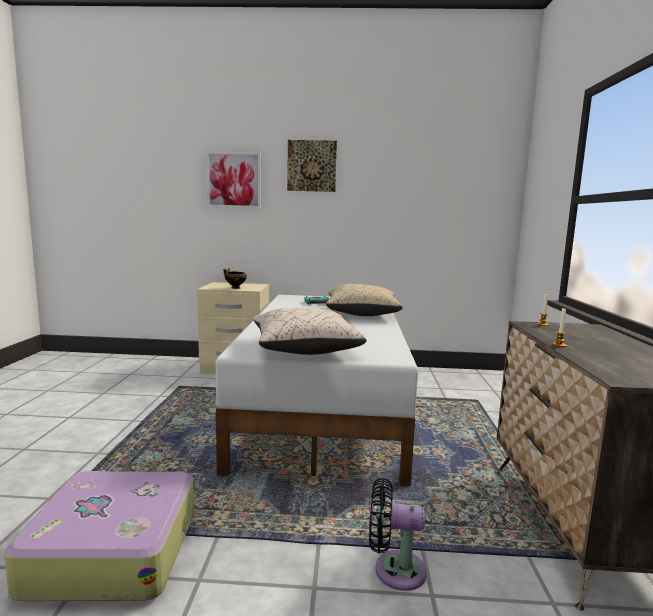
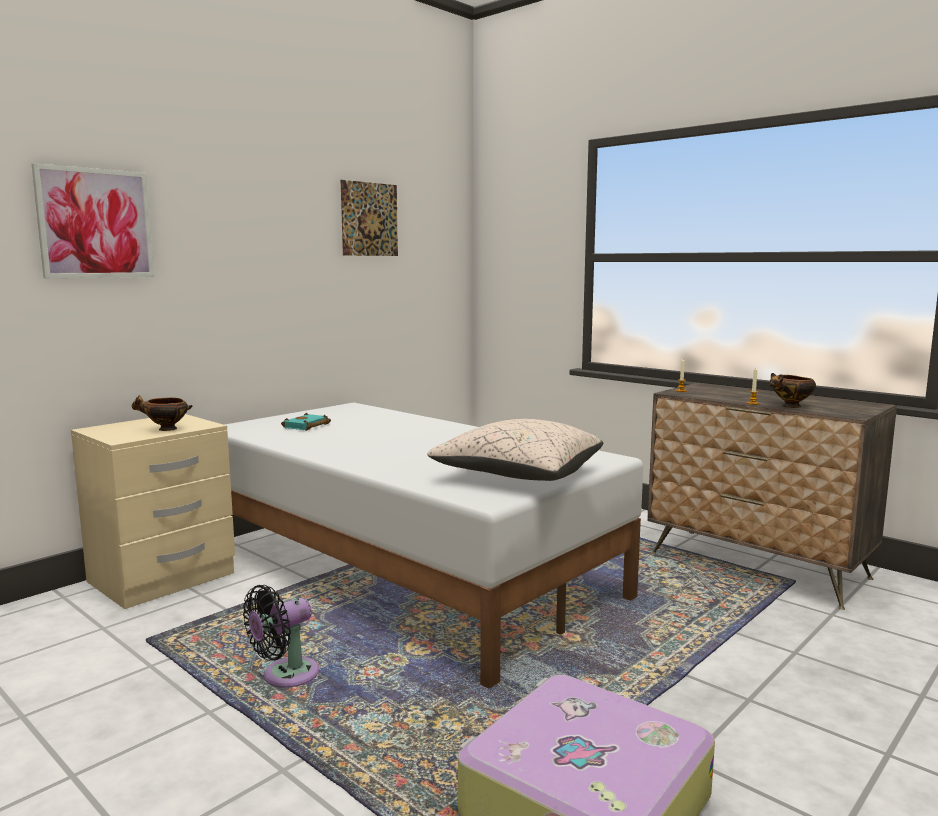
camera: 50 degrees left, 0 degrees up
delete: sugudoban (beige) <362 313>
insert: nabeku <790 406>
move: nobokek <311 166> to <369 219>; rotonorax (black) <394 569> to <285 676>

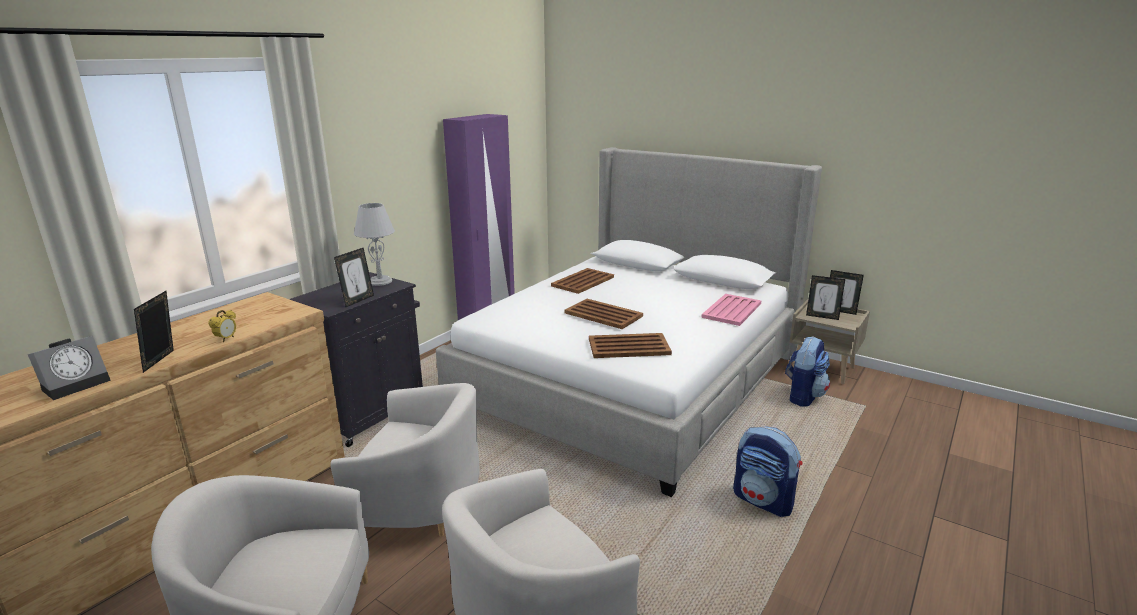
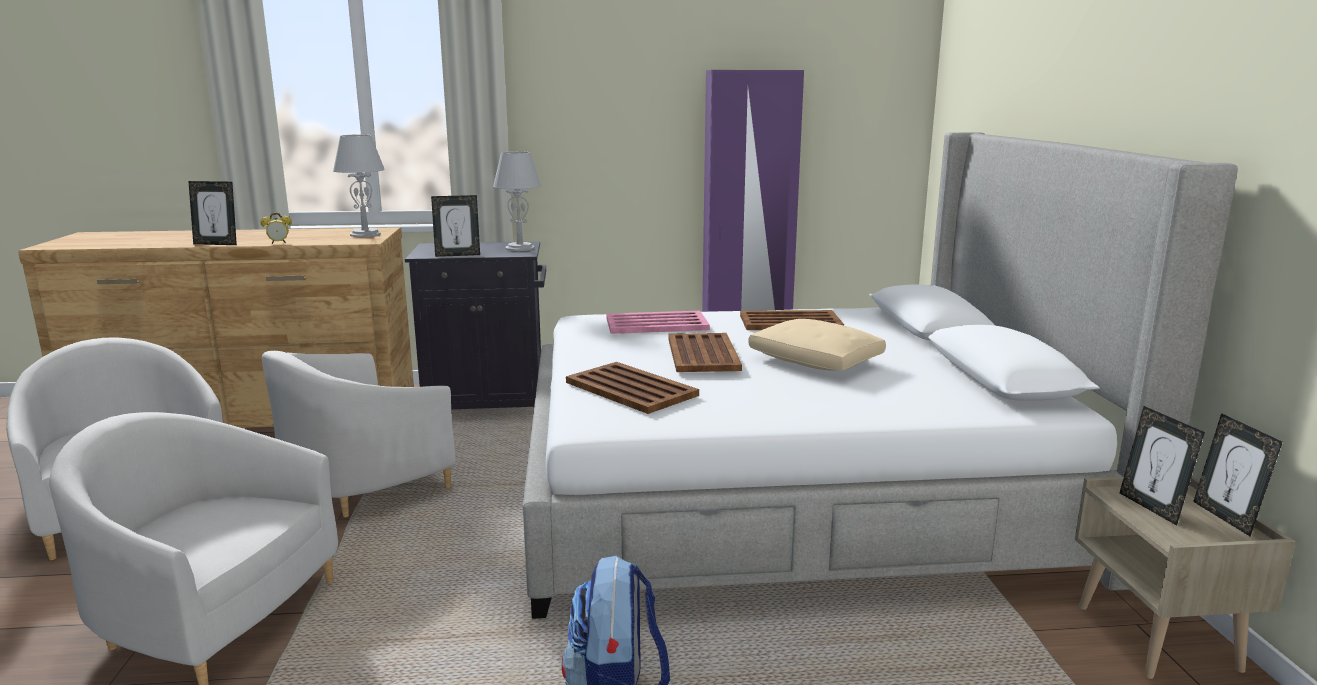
camera: 50 degrees right, 5 degrees down
delete: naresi <77 383>; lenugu <803 396>
insert: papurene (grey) <365 234>; sugudoban (beige) <816 361>
move: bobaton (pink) <732 310> to <658 324>
rotate: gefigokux <162 361> = <217 244> 135 degrees counterclockwise; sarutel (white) <420 504> = <363 485> 75 degrees clockwise

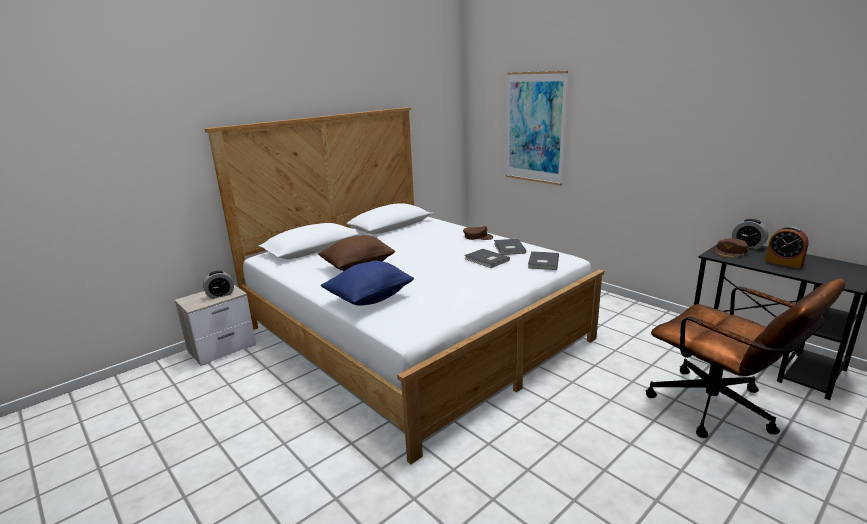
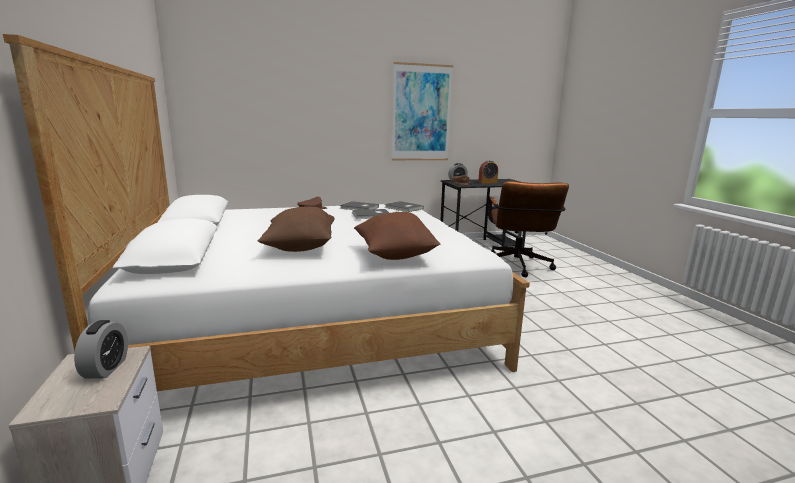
camera: 65 degrees left, 5 degrees down
move: nobokek <535 128> to <421 113>
recolor: sugudoban (blue) <369 299> to sugudoban (brown) <394 255>
rotate: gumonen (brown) <721 411> = <517 267> 105 degrees clockwise

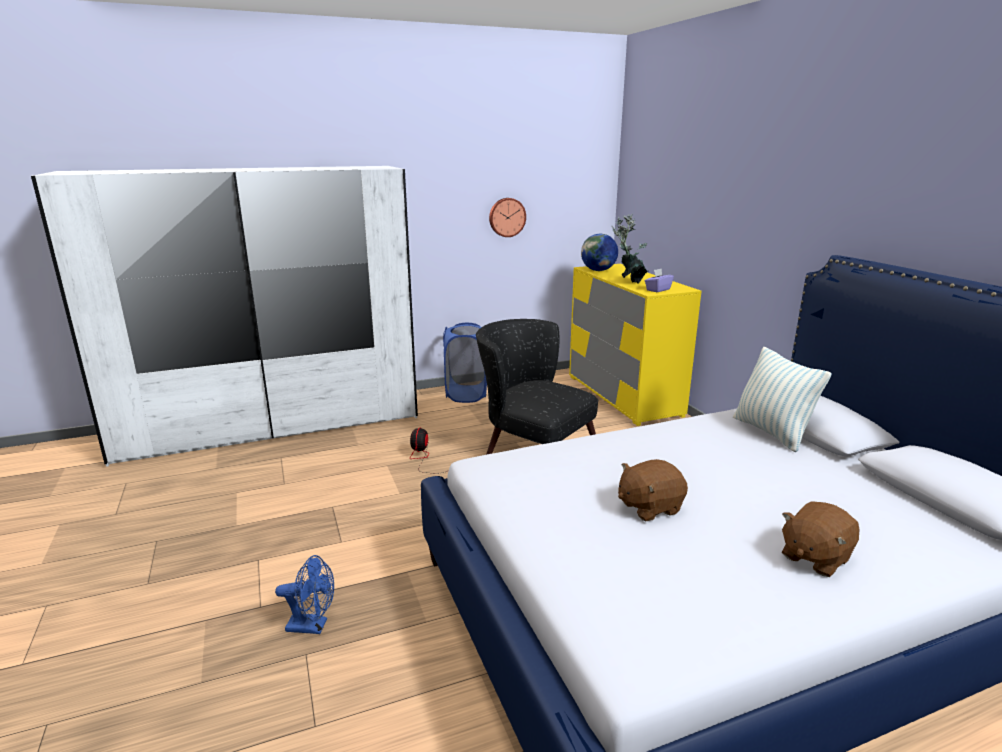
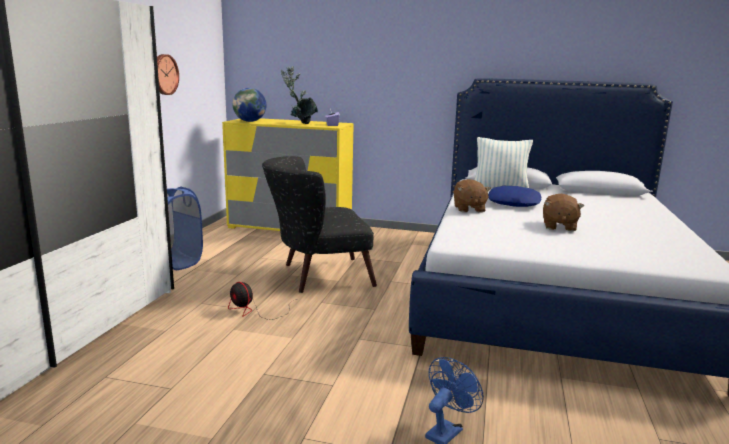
camera: 55 degrees left, 5 degrees down
insert: sugudoban (blue) <514 203>
move: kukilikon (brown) <814 557> to <469 209>

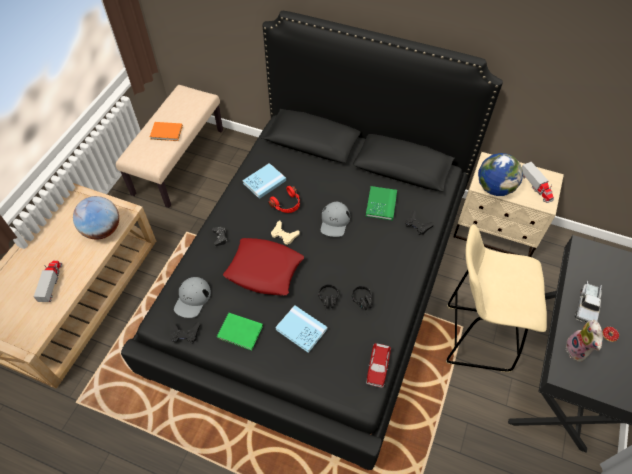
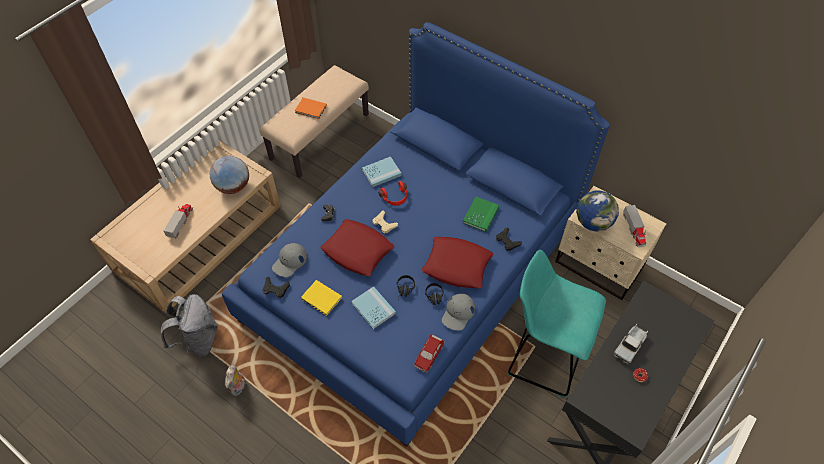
camera: 15 degrees right, 0 degrees up
insert: lenugu (grey) <198 340>; sugudoban (red) <457 265>
move: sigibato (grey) <334 221> to <458 313>; kukilikon <578 350> to <239 387>
recolor: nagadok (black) <315 280> to nagadok (blue) <411 273>; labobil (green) <241 333> to labobil (yellow) <322 299>; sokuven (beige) <474 337> to sokuven (turquoise) <542 358>

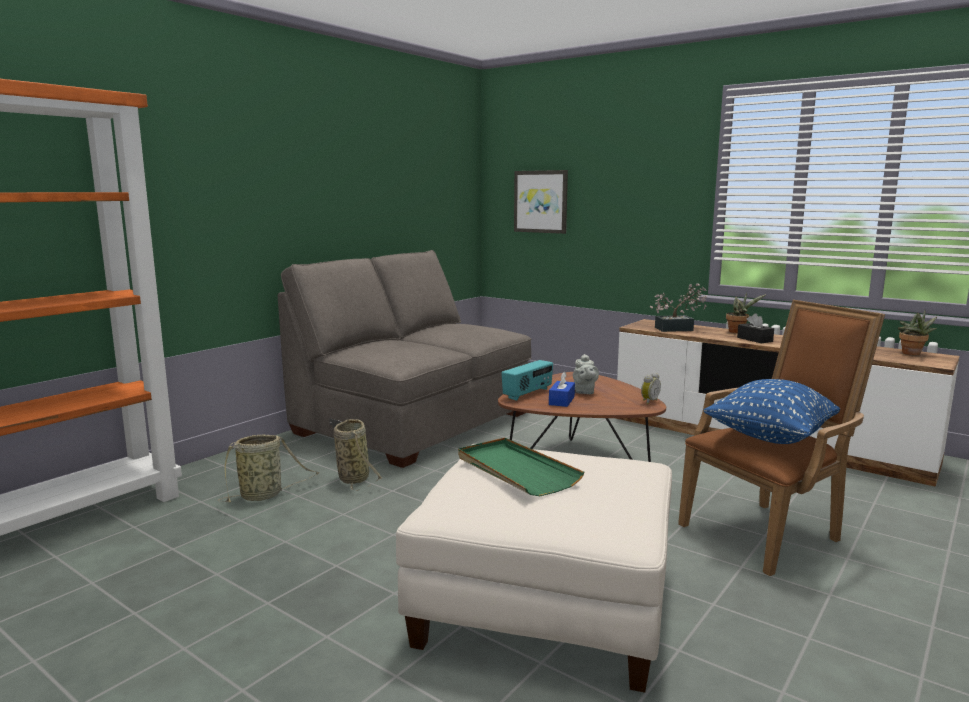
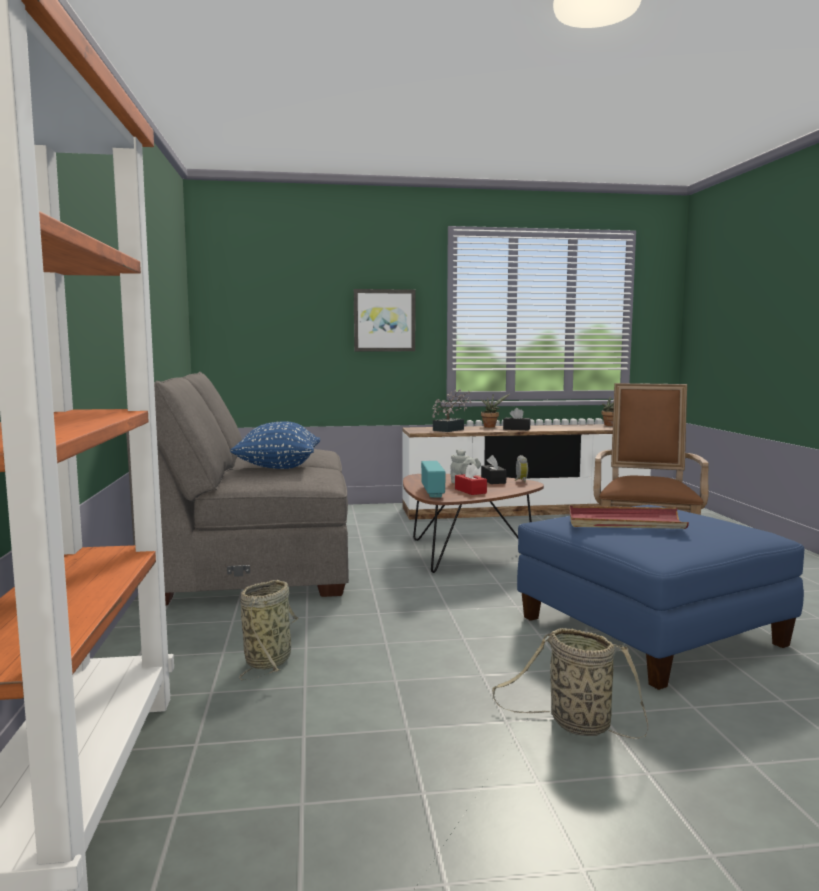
camera: 45 degrees left, 5 degrees down
insert: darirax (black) <493 481>
move: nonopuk <353 477> to <575 724>; nobokek <541 201> to <384 320>; sugudoban (blue) <770 437> to <278 467>
recolor: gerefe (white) <544 602> to gerefe (blue) <650 631>; bobaton (green) <516 470> to bobaton (red) <624 522>; darirax (blue) <561 401> to darirax (red) <470 491>

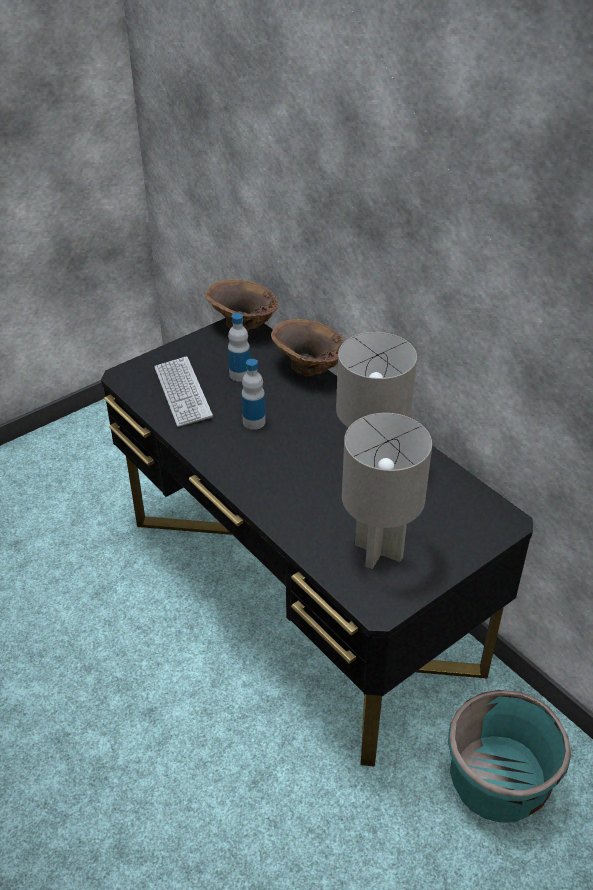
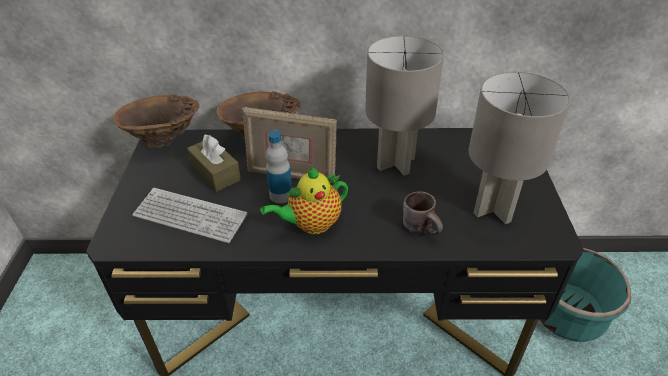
camera: 50 degrees left, 0 degrees up
insert: gefigokux <292 175>; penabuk <311 224>; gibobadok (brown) <423 227>
replace: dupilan <240 374> to darirax (brown) <215 173>

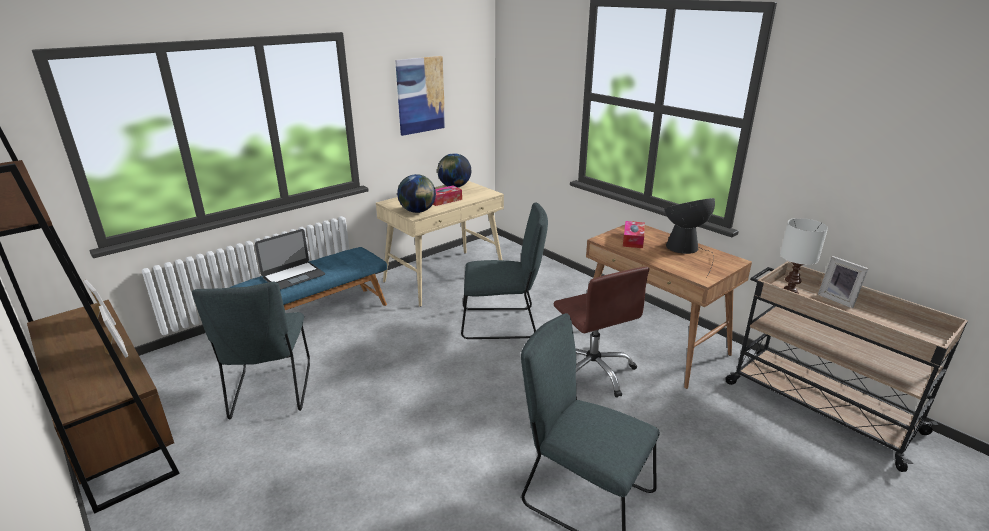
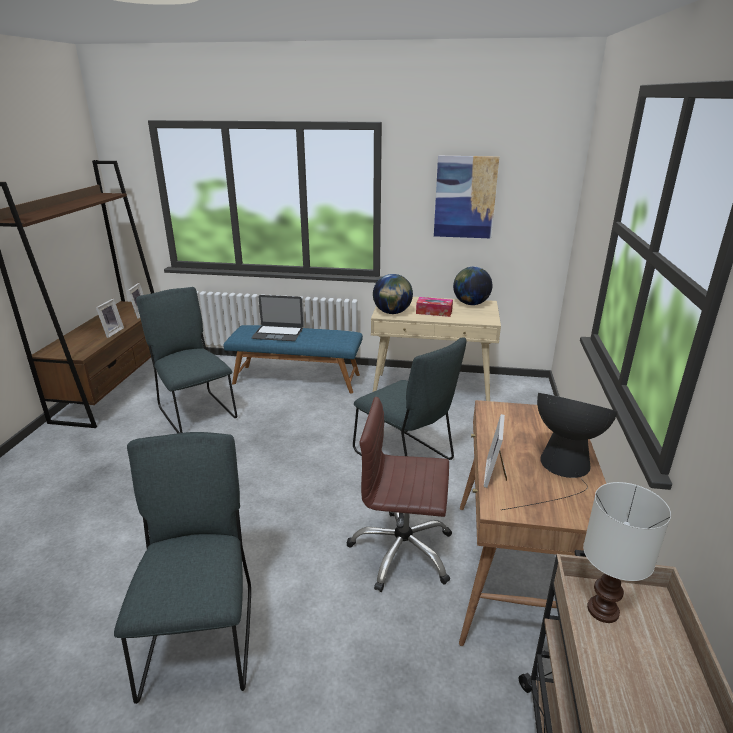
camera: 50 degrees right, 0 degrees up
delete: darirax <633 240>
move: gefigokux <838 299> to <496 474>
rotate: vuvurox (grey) <271 393> = <195 411> 105 degrees clockwise; gumonen (brown) <592 371> = <402 552> 75 degrees clockwise

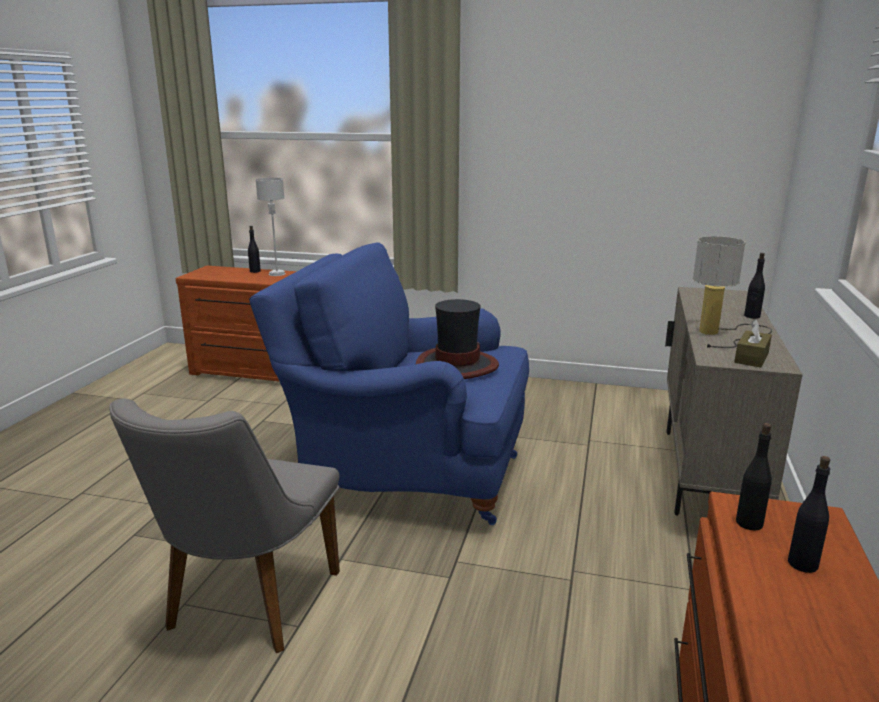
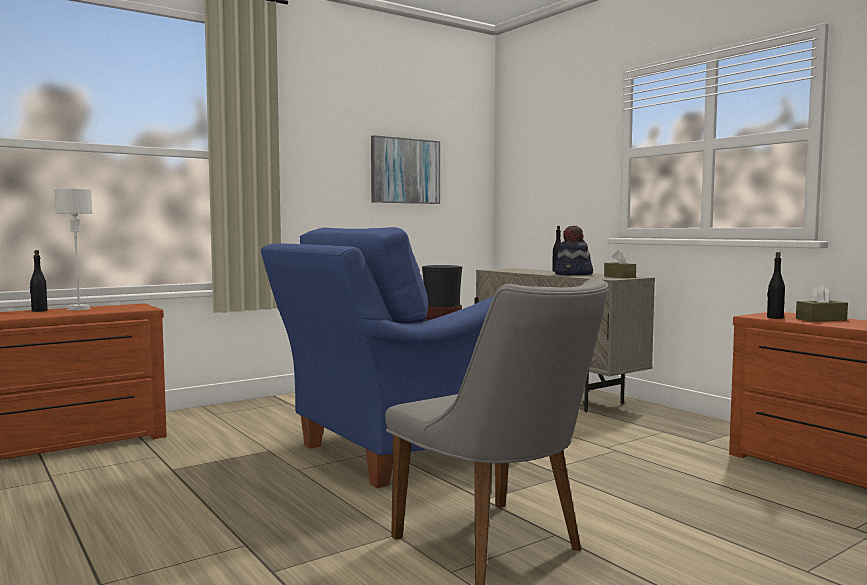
camera: 50 degrees left, 15 degrees down
insert: nobokek <405 171>
replace: papurene <722 333> to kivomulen <574 274>; dupilan (black) <802 564> to darirax (brown) <821 319>

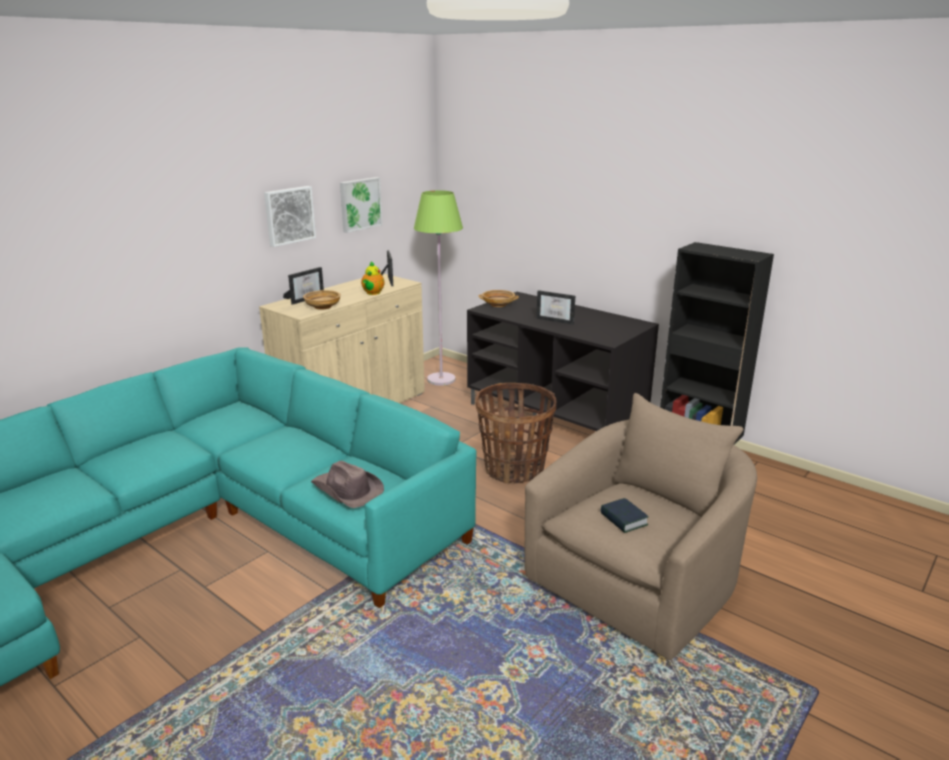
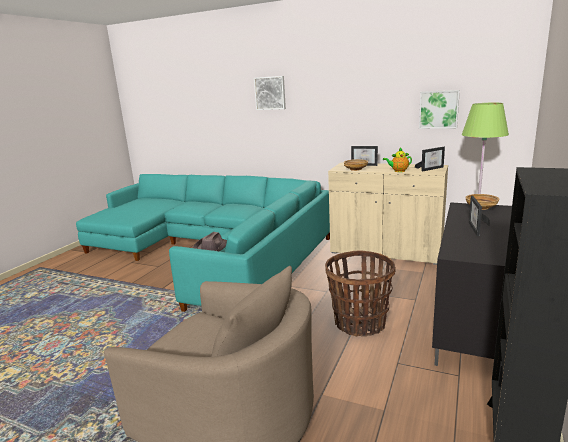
camera: 75 degrees right, 5 degrees down
delete: labobil <623 519>
move: nobokek <289 215> to <270 93>

